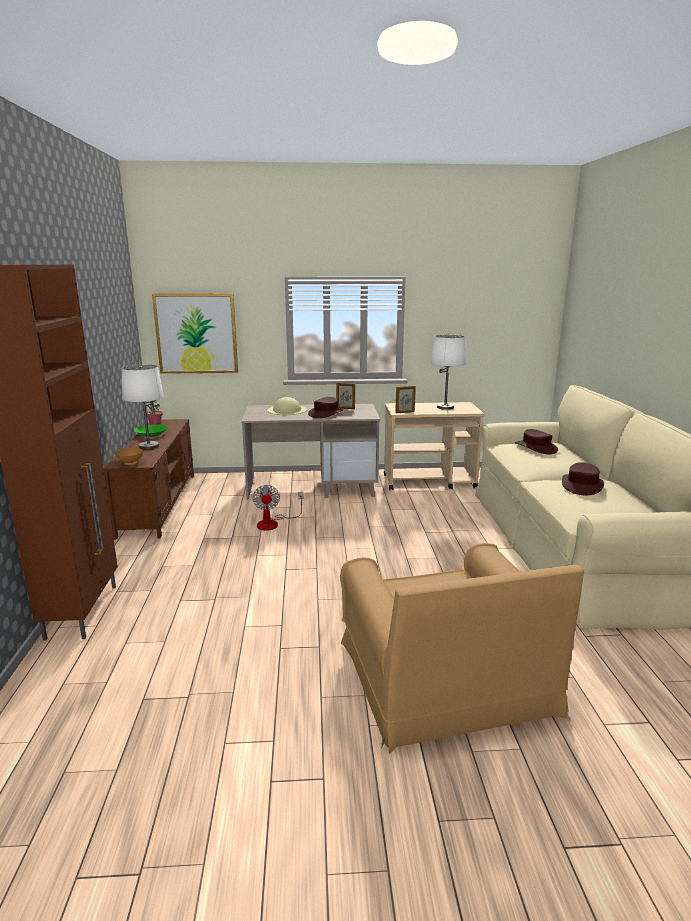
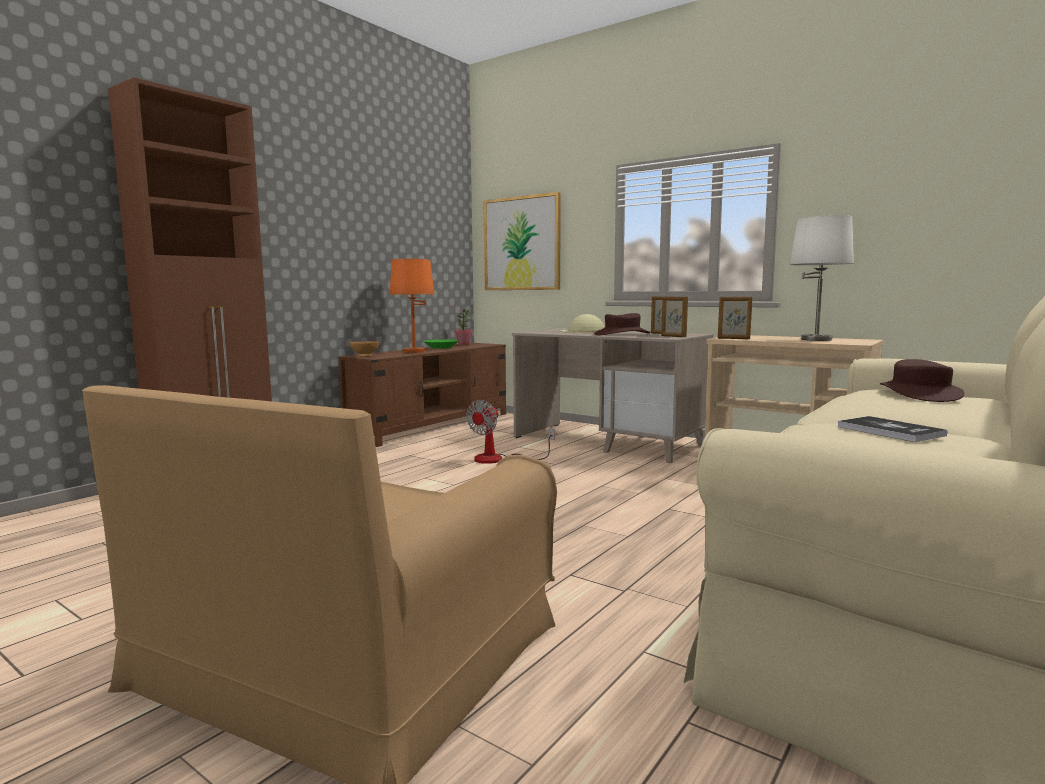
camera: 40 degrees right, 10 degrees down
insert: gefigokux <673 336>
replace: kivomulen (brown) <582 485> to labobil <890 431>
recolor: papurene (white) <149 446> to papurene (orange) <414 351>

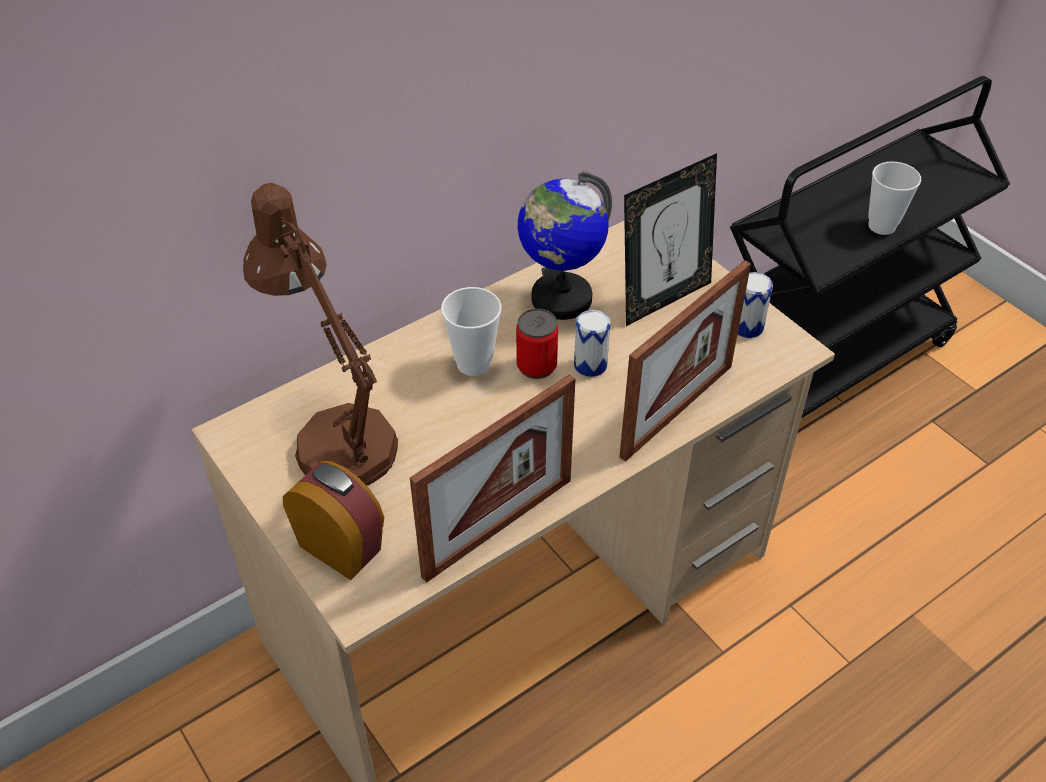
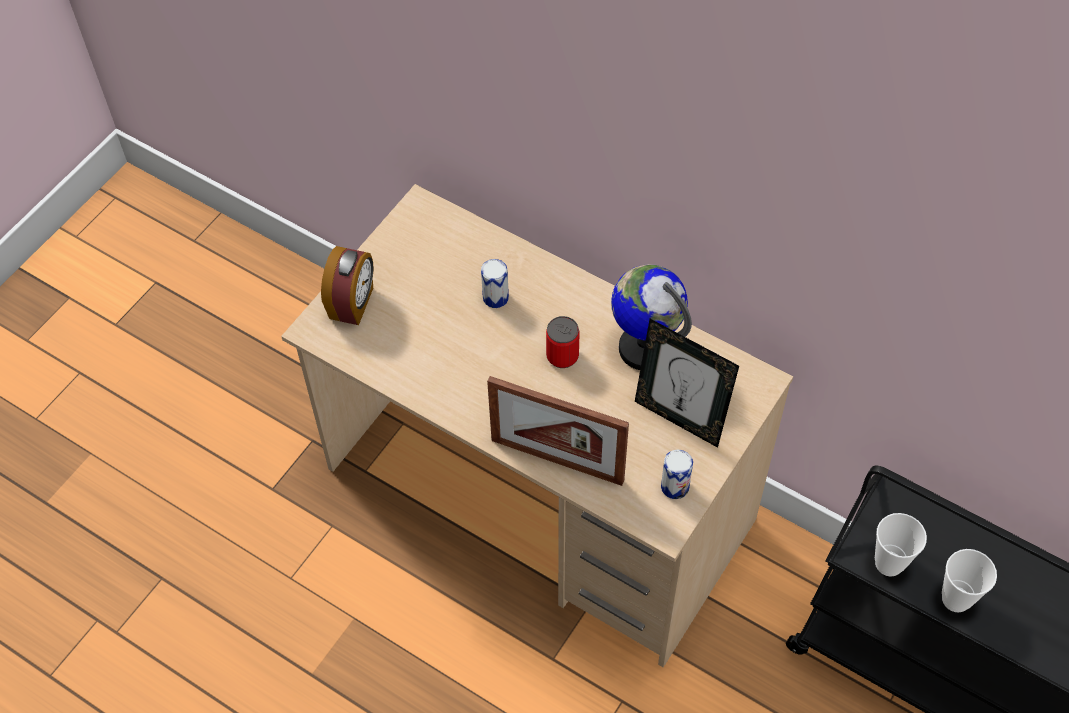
camera: 70 degrees right, 10 degrees up
delete: papurene (brown) <336 436>; gefigokux <498 527>
move: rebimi <473 363> to <889 563>; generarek <590 365> to <495 297>

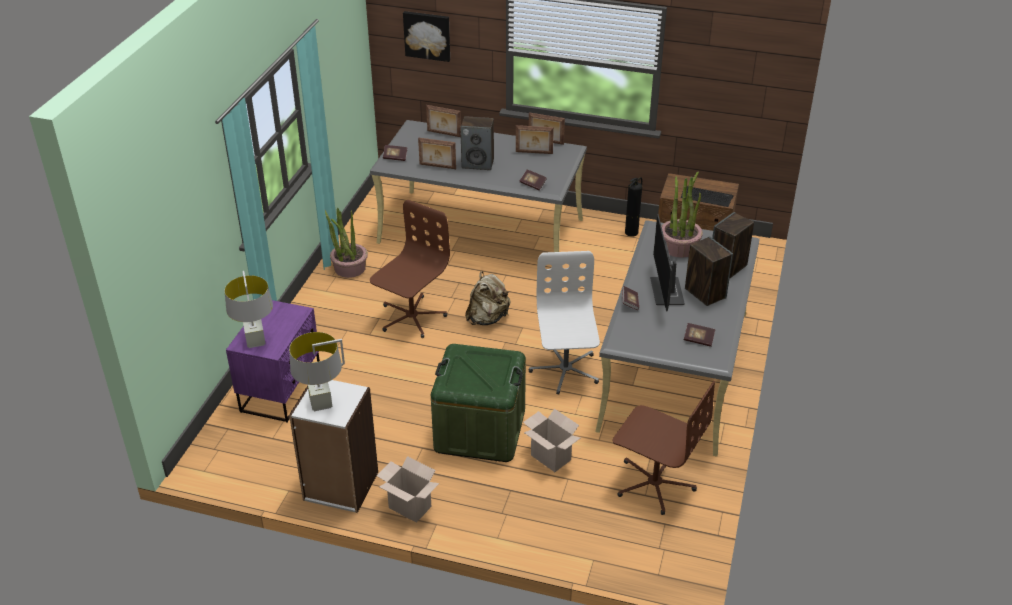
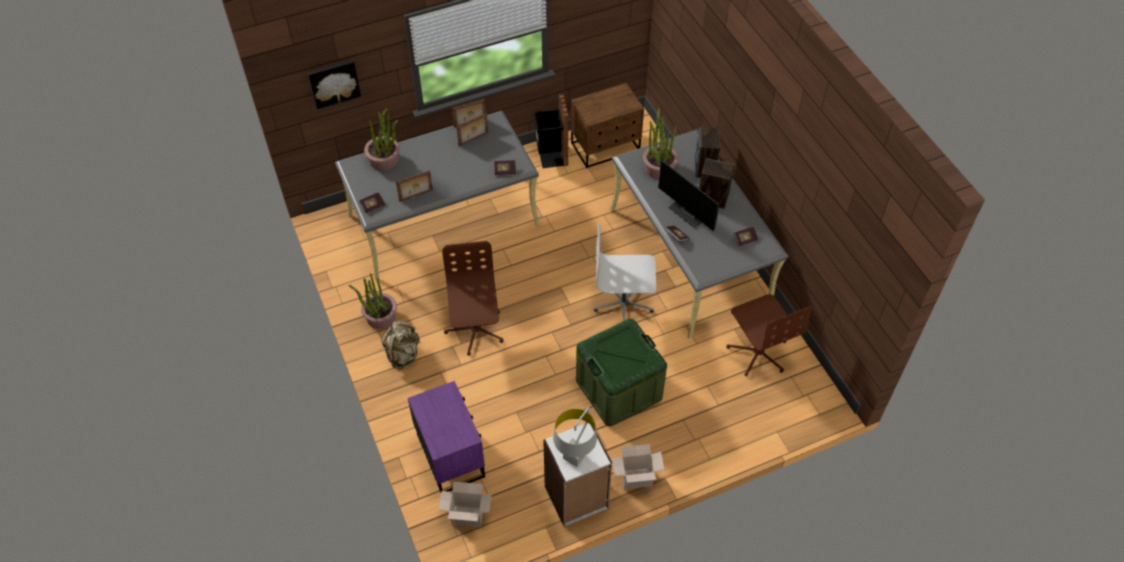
camera: 40 degrees left, 15 degrees up
delete: papurene (grey) <255 341>; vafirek <478 163>; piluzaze <706 197>
move: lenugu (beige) <487 318> to <403 354>; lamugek <549 457> to <466 517>
replace: gefigokux <444 134> to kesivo <384 160>; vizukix <632 232> to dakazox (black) <551 156>
rotate: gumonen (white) <565 370> = <623 304> 45 degrees counterclockwise; gumonen (brown) <654 483> = <758 352> 75 degrees clockwise

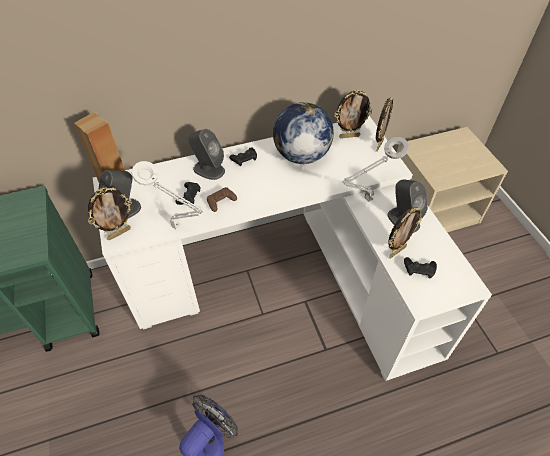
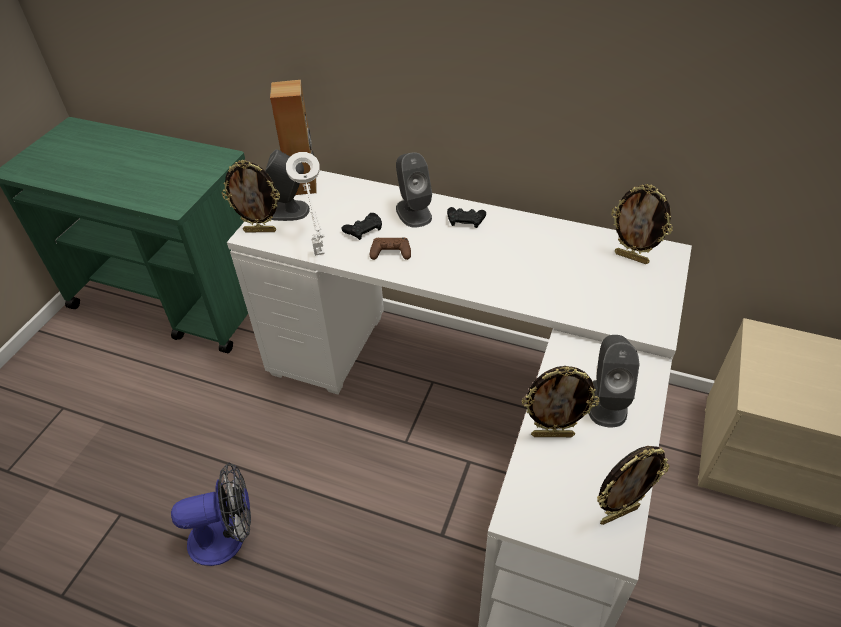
camera: 40 degrees right, 5 degrees down
delete: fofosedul <301 156>; papurene (grey) <366 200>; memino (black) <419 269>
move: gefigokux <378 145> to <618 514>

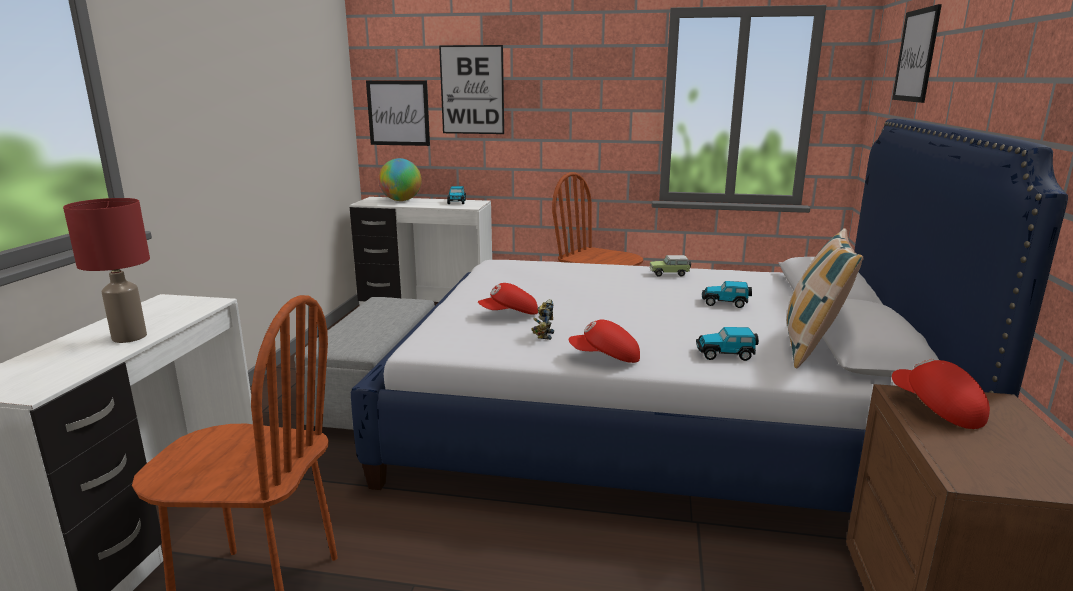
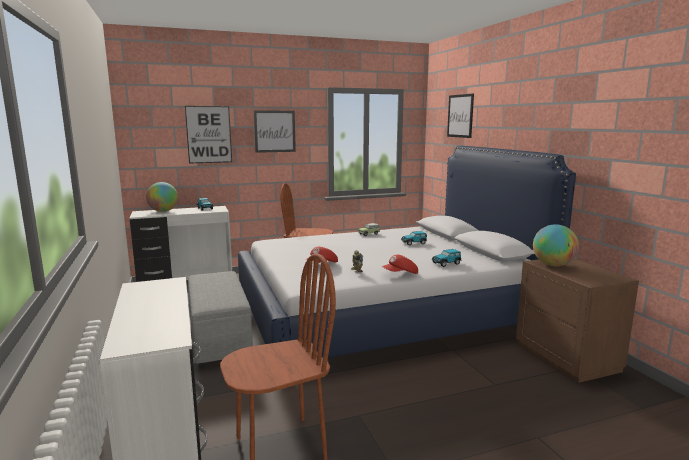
camera: 30 degrees left, 5 degrees down
delete: papurene (red) <128 337>; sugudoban <812 348>
move: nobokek <398 113> to <274 131>
replace: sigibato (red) <936 410> to fofosedul <553 265>

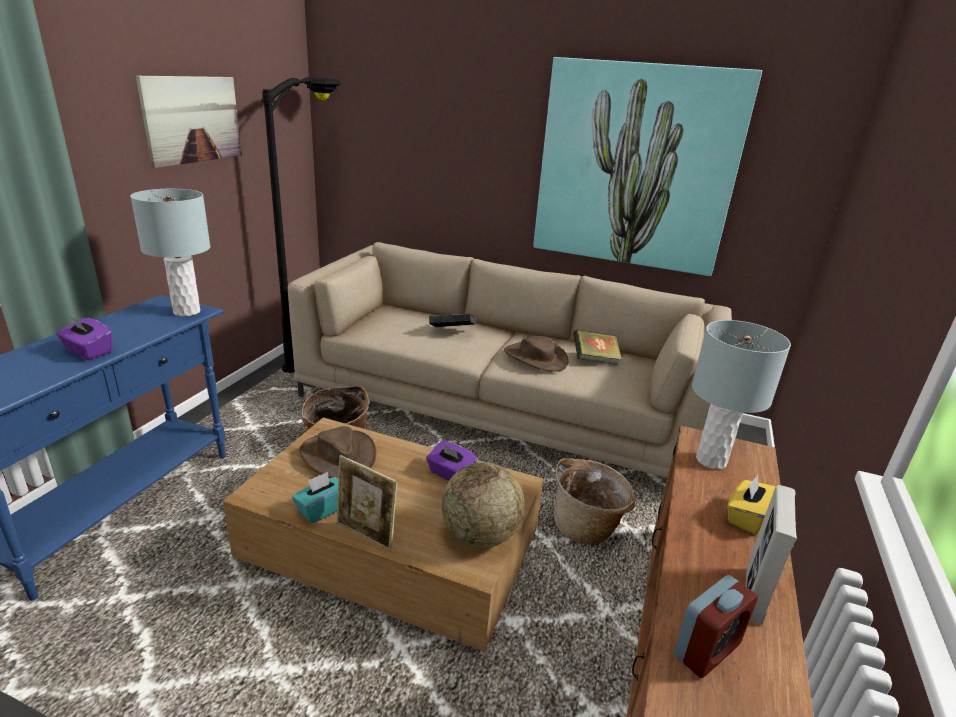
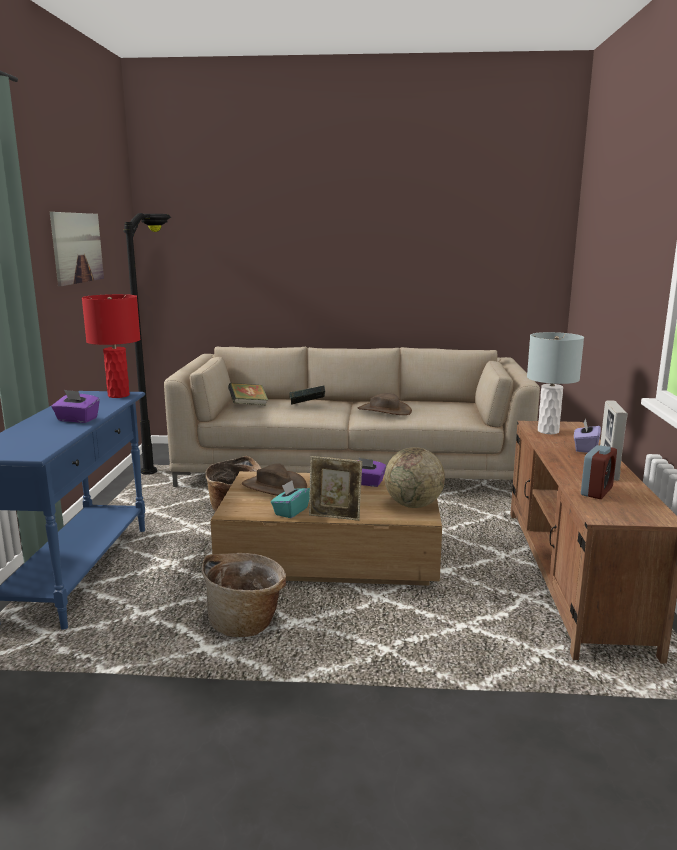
camera: 15 degrees left, 10 degrees down
delete: nobokek <635 167>
move: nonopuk <587 527> to <246 623>; labobil <595 360> to <248 405>
recolor: papurene (grey) <186 311> to papurene (red) <118 395>; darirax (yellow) <747 517> to darirax (purple) <585 448>

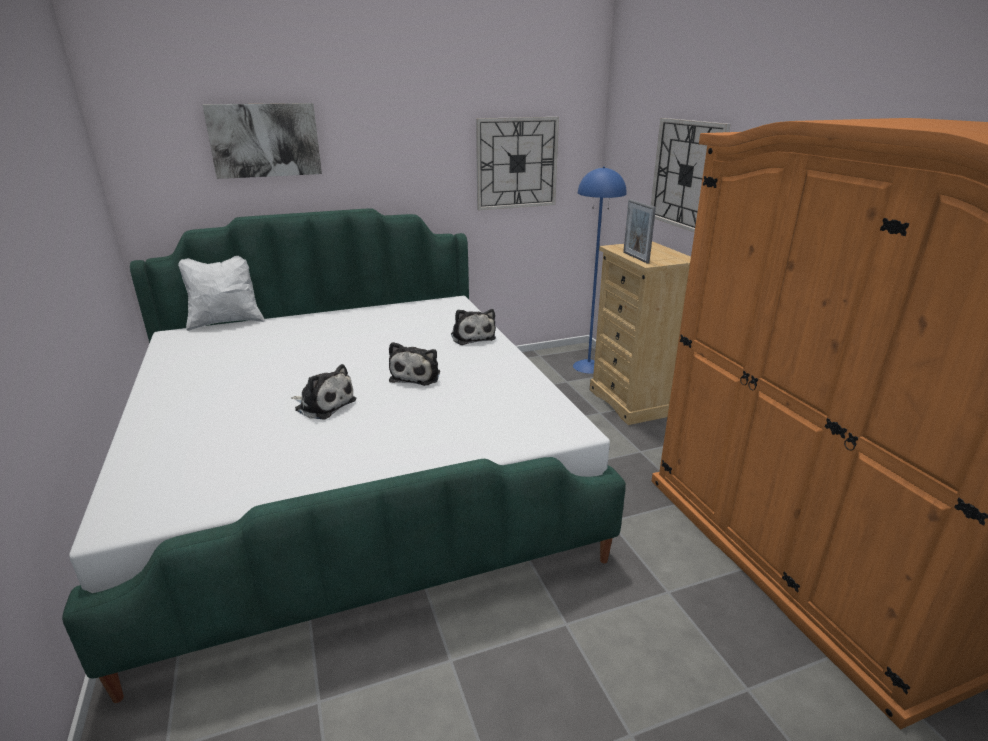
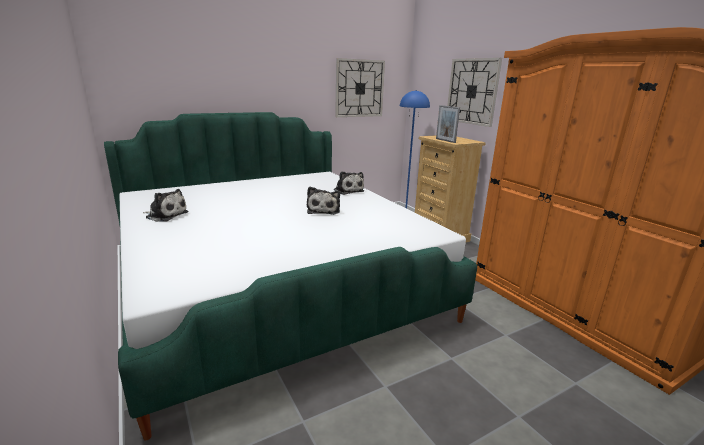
camera: 10 degrees left, 5 degrees down
delete: sugudoban (white) <227 322>; nobokek <265 140>
move: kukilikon <323 404> to <165 215>

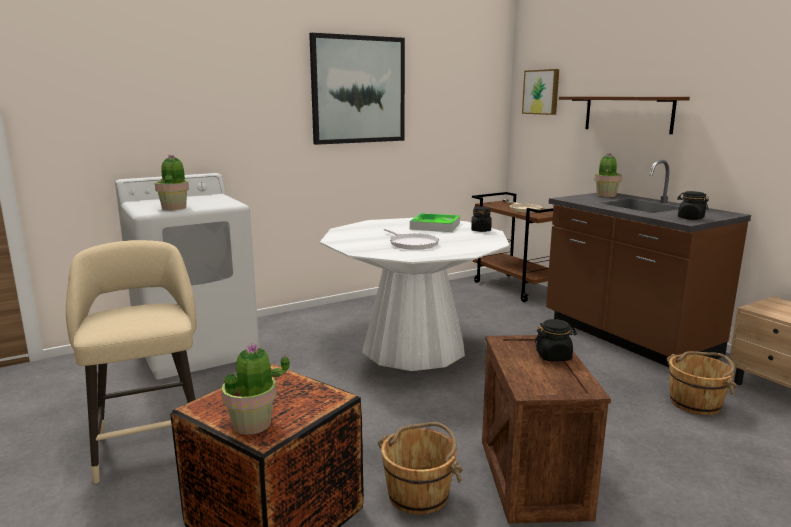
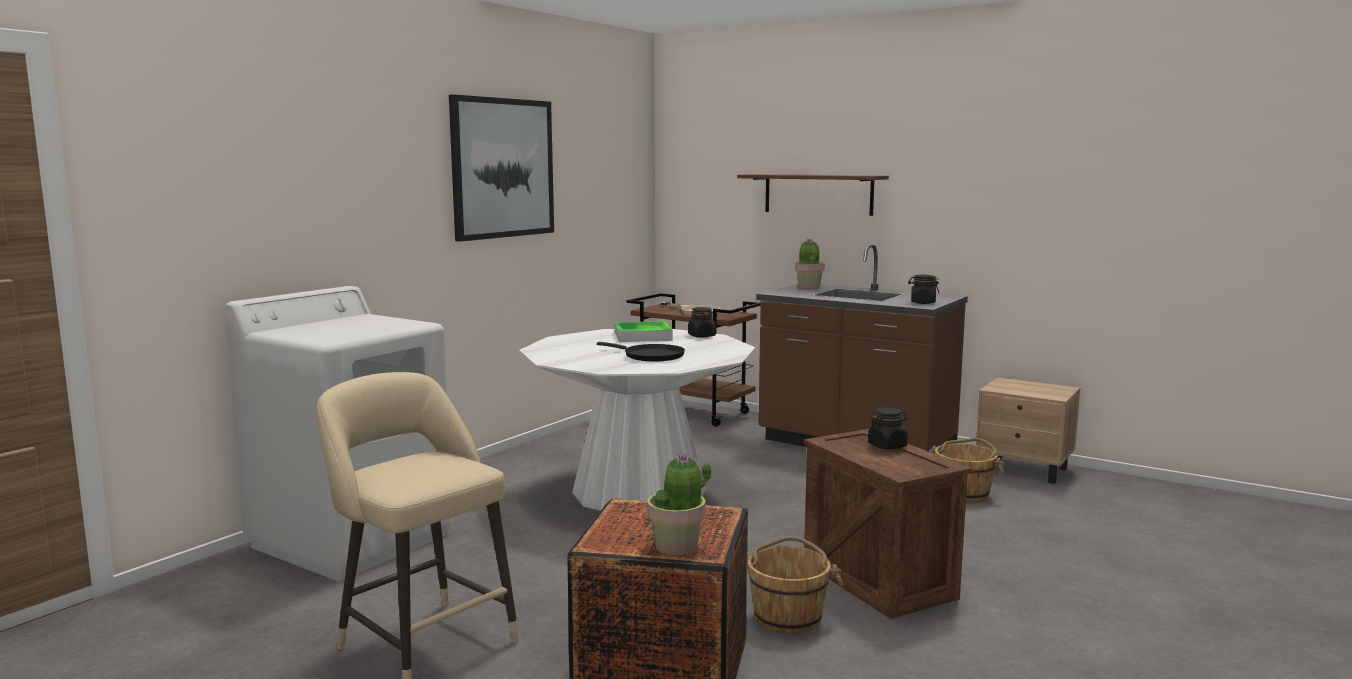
camera: 25 degrees left, 5 degrees down
delete: kesivo <174 208>; nobokek <541 92>
recolor: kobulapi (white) <411 244> to kobulapi (black) <650 356>

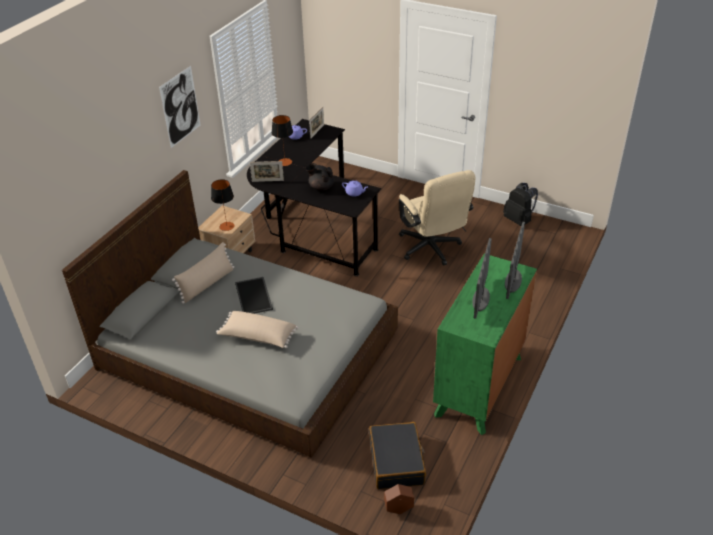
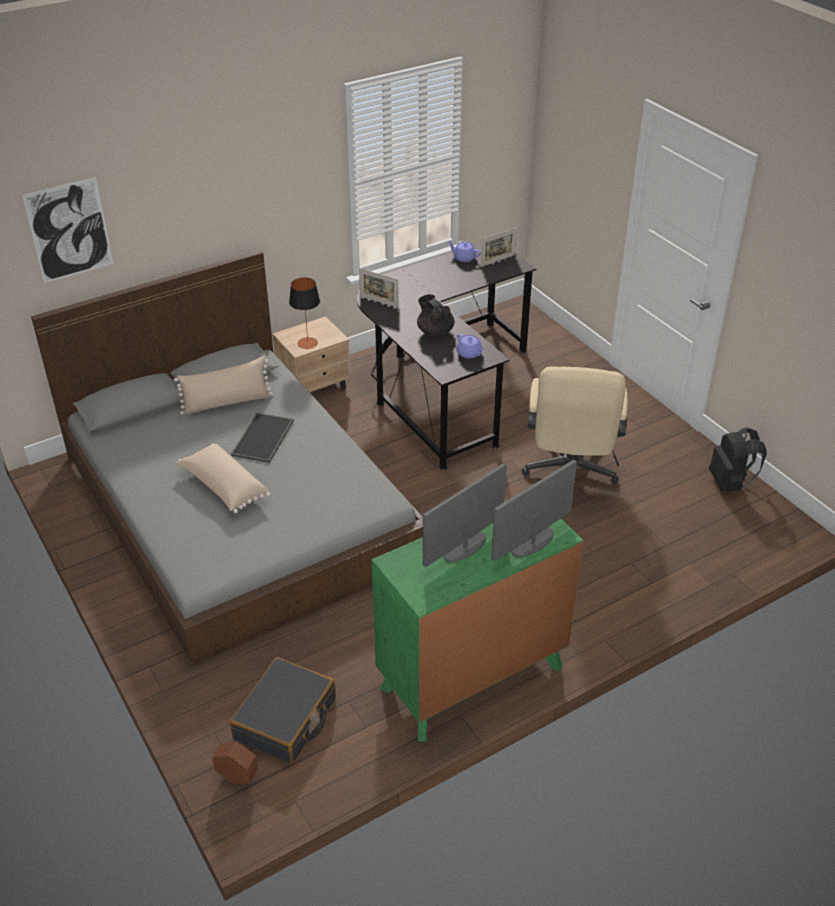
camera: 30 degrees right, 0 degrees up
delete: papurene <285 162>
move: nobokek <180 107> to <69 230>

